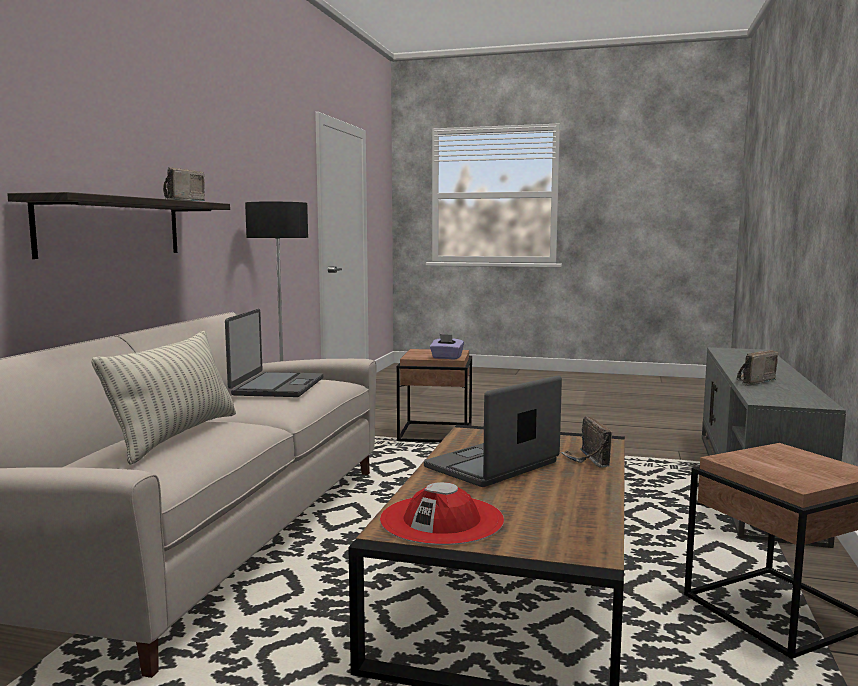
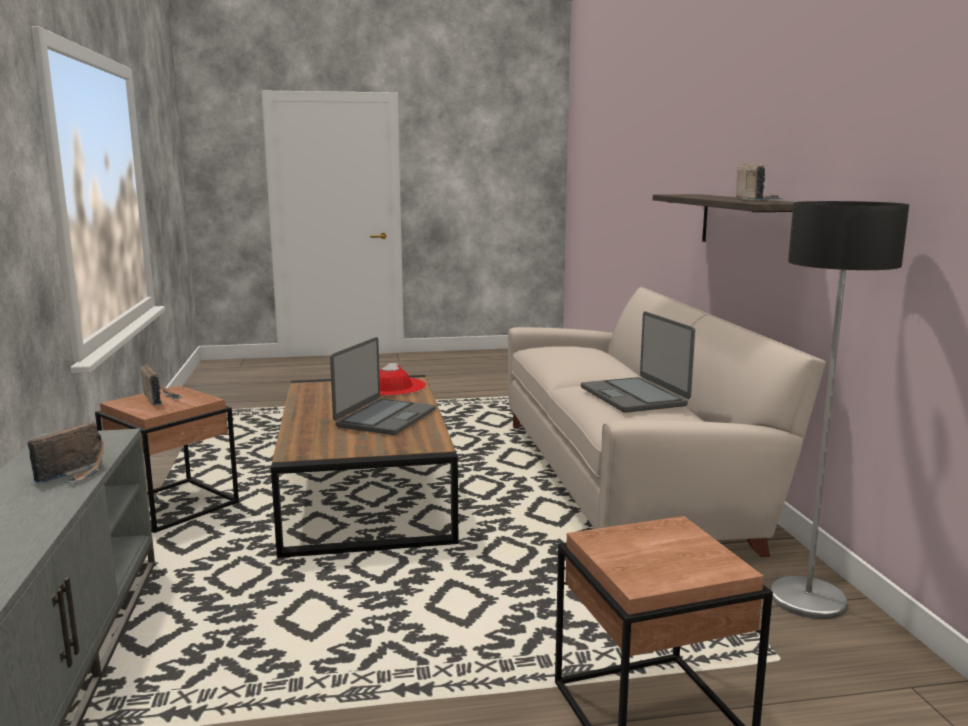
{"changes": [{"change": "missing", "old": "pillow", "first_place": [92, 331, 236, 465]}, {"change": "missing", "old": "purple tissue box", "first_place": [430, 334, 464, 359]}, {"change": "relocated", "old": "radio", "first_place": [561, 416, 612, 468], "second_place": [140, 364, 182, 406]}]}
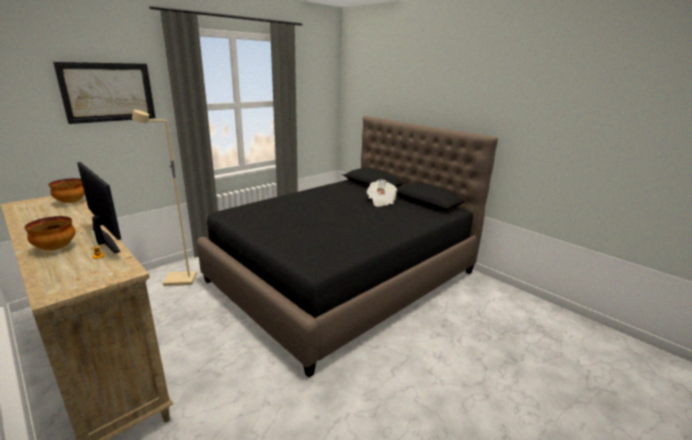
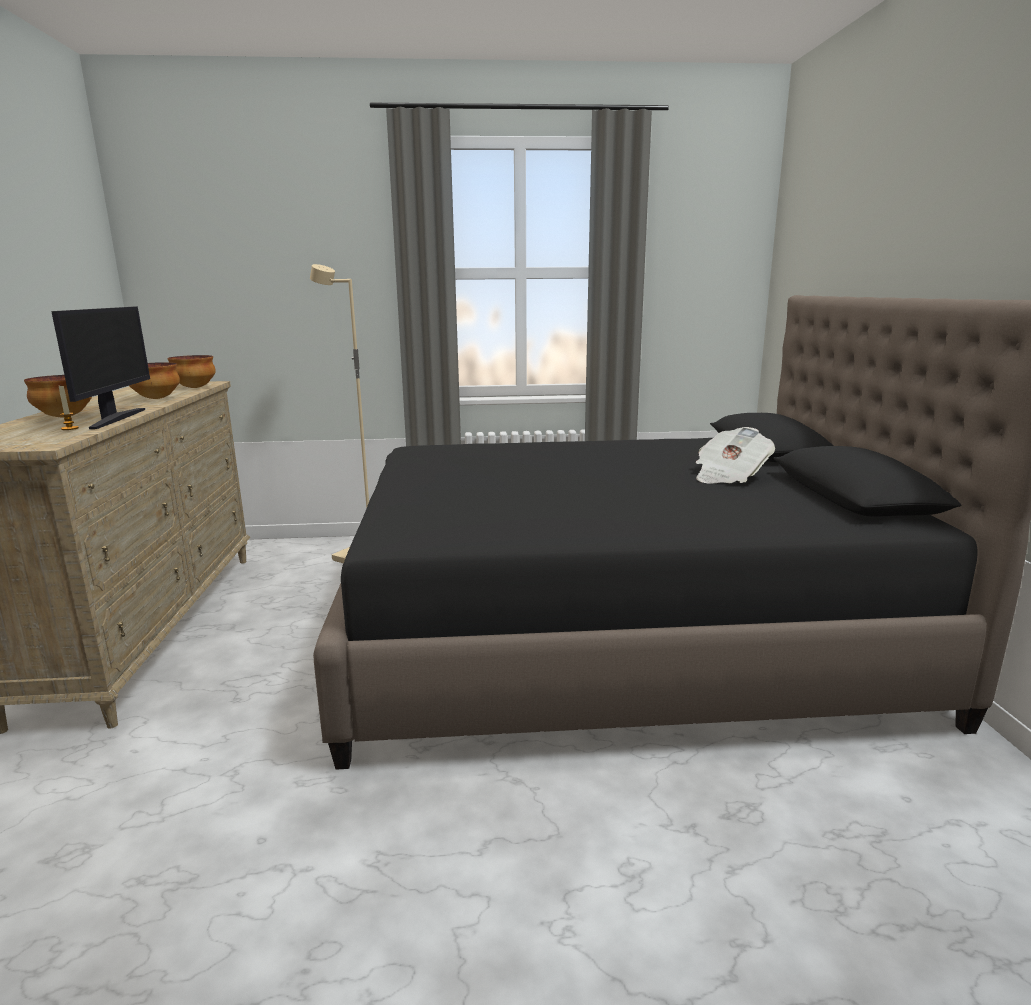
{"changes": [{"change": "missing", "old": "picture", "first_place": [53, 62, 155, 124]}, {"change": "appeared", "new": "bowl", "second_place": [129, 362, 180, 399]}]}
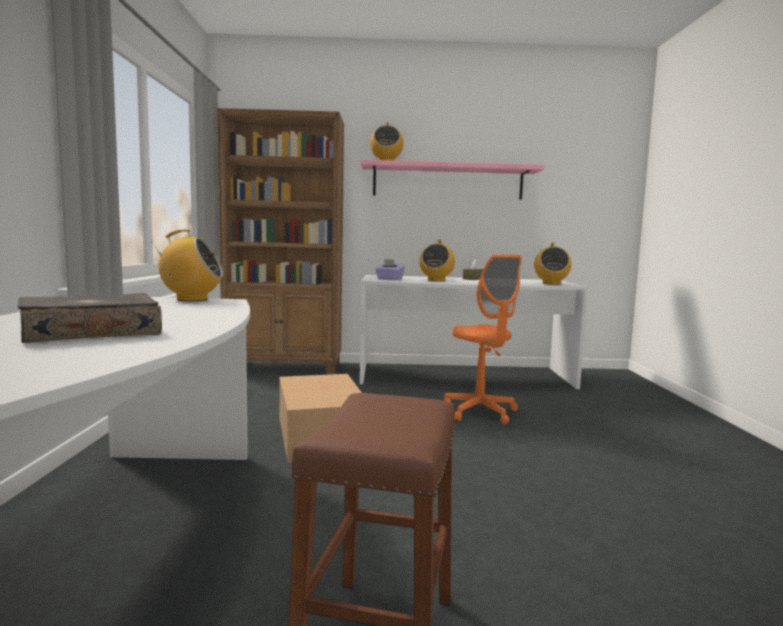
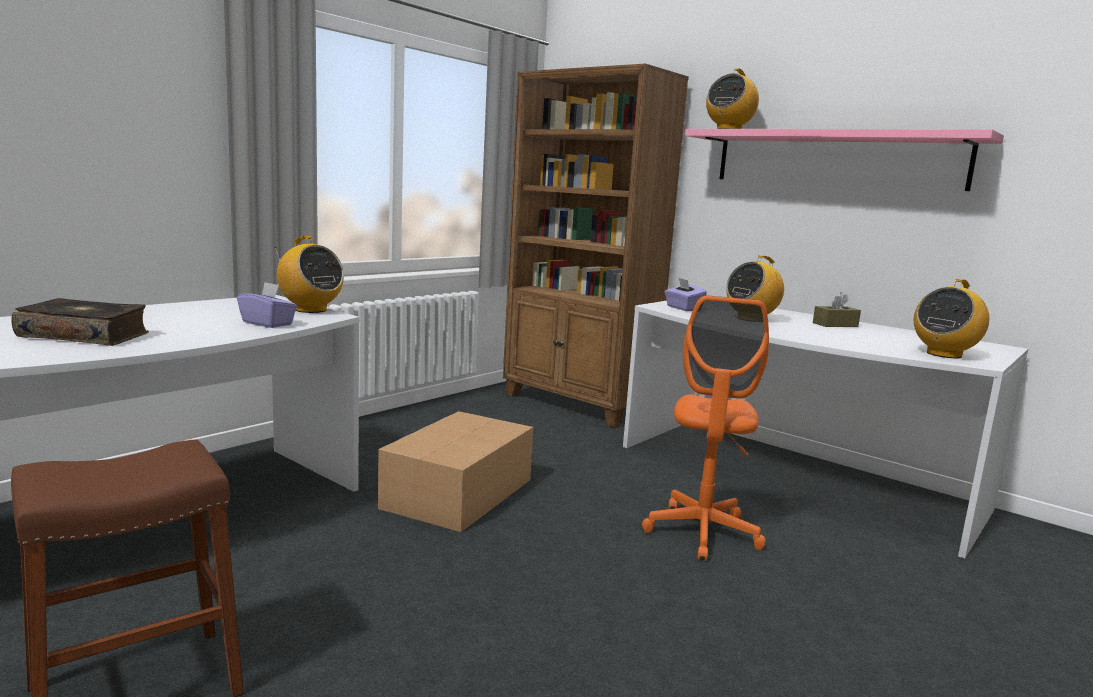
{"changes": [{"change": "appeared", "new": "purple tissue box", "second_place": [237, 282, 297, 328]}]}
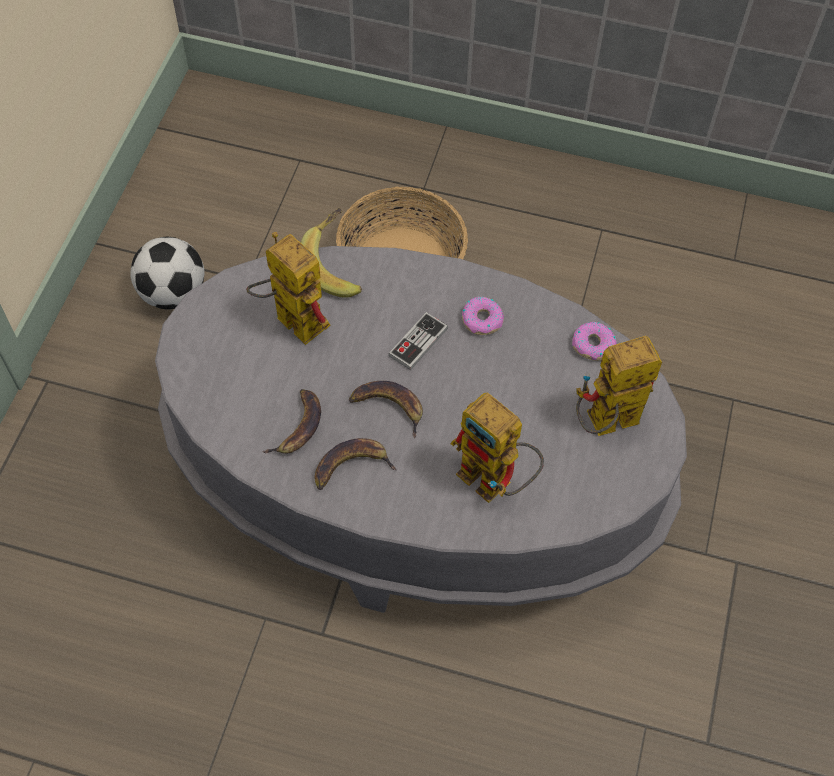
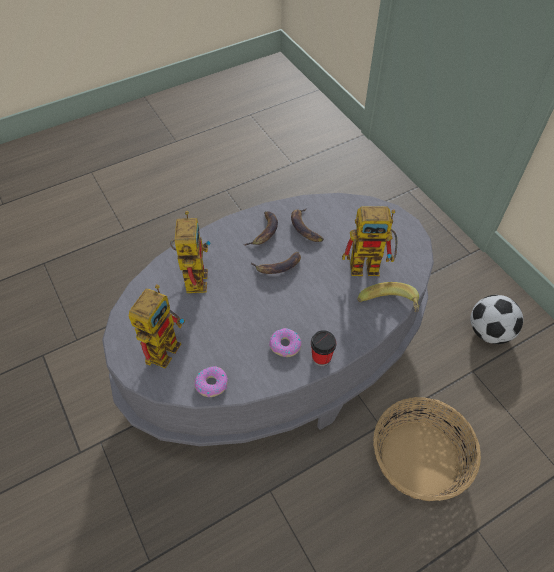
{"changes": [{"change": "missing", "old": "game controller", "first_place": [388, 312, 448, 370]}, {"change": "spun", "old": "toy robot", "first_place": [450, 392, 544, 503], "second_place": [170, 211, 210, 293], "degrees": 90}, {"change": "appeared", "new": "cup", "second_place": [311, 330, 336, 366]}]}
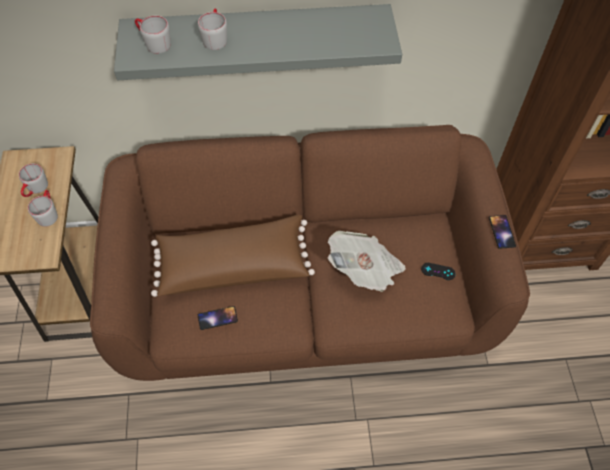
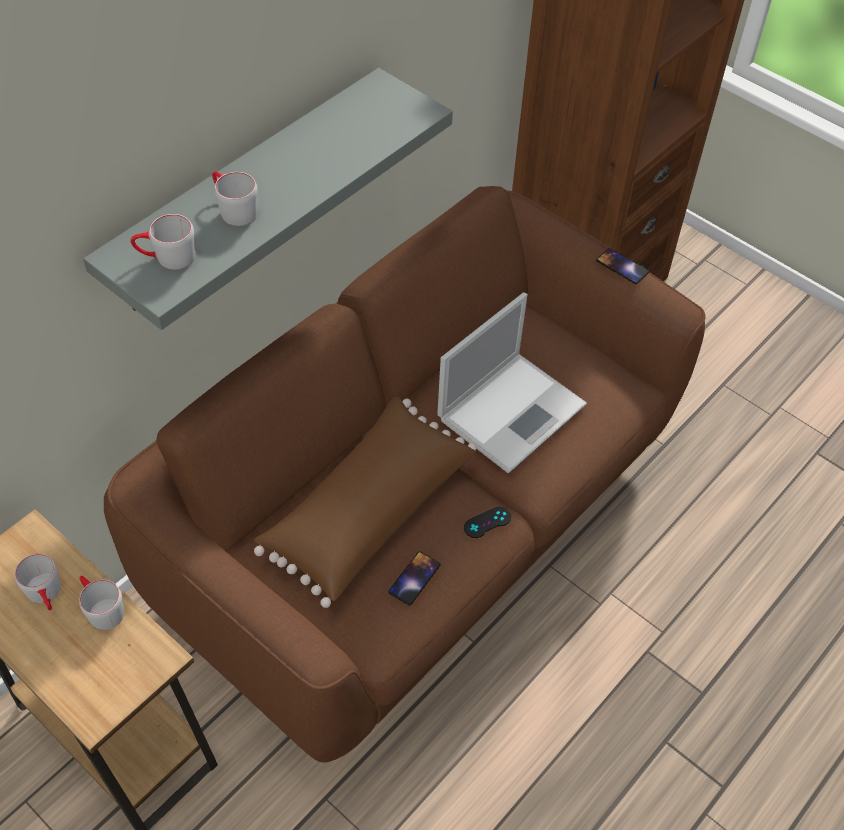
{"changes": [{"change": "exchanged", "old": "newspaper", "new": "laptop", "first_place": [328, 231, 406, 292], "second_place": [437, 292, 587, 473]}, {"change": "relocated", "old": "black game controller", "first_place": [421, 263, 456, 280], "second_place": [464, 507, 511, 538]}]}
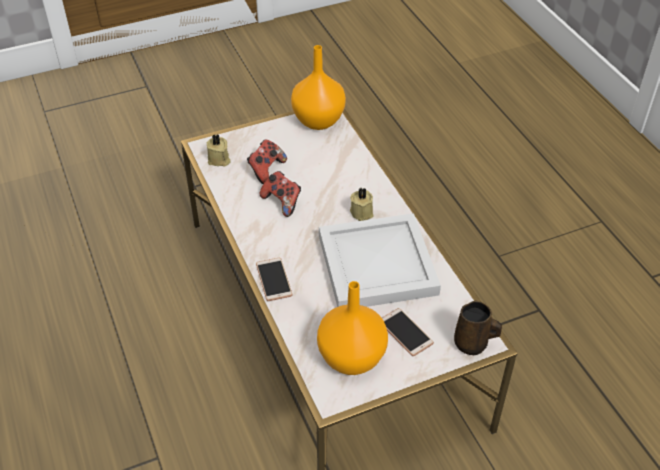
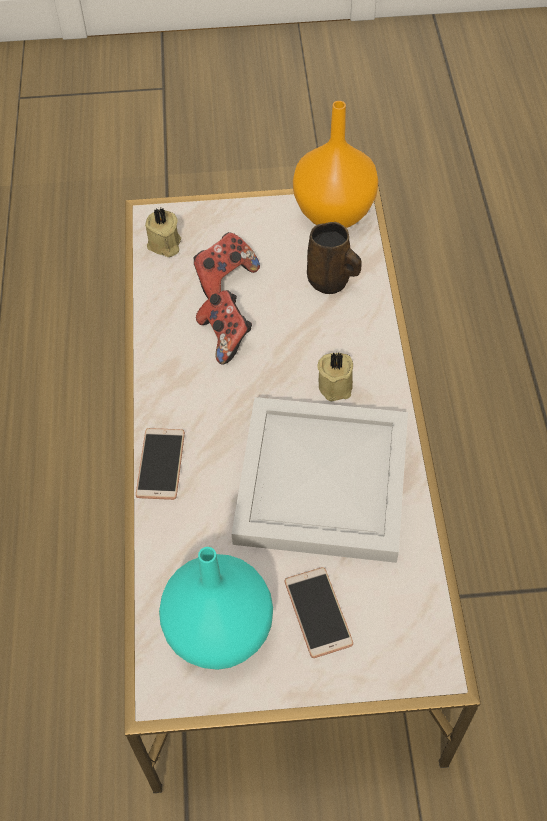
{"changes": [{"change": "colour", "old": "orange vase", "new": "turquoise vase", "first_place": [317, 281, 388, 375], "second_place": [159, 547, 273, 670]}, {"change": "relocated", "old": "brown mug", "first_place": [454, 301, 502, 355], "second_place": [307, 222, 362, 294]}]}
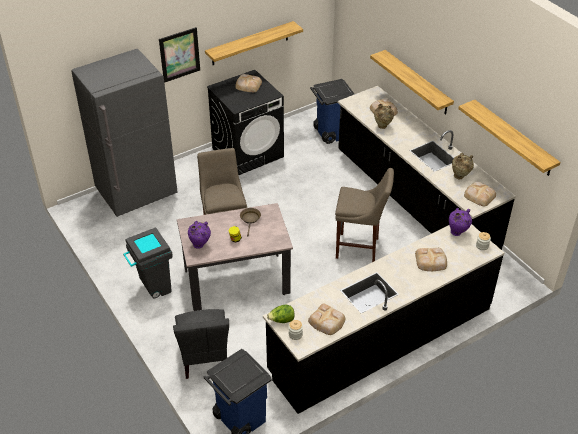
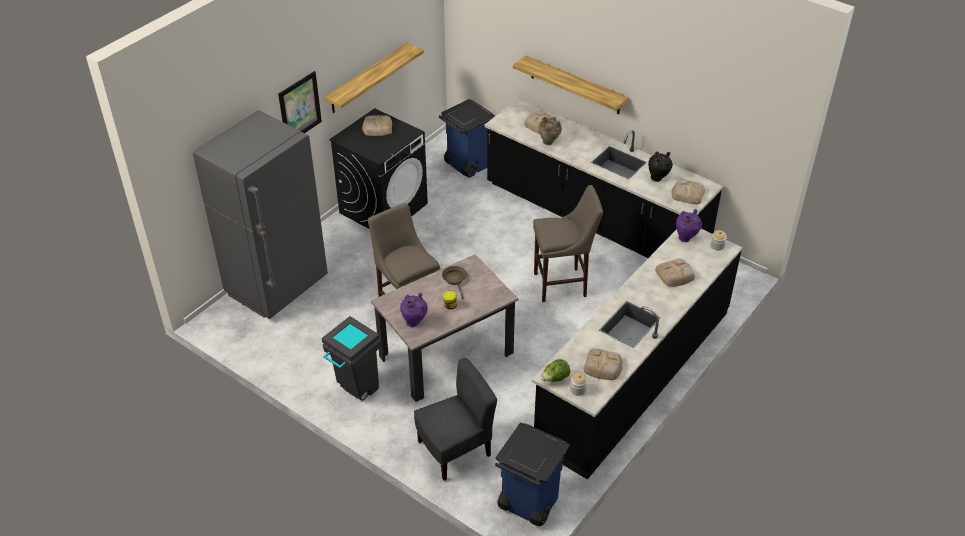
{"changes": [{"change": "spun", "old": "grey chair", "first_place": [173, 309, 229, 379], "second_place": [414, 358, 497, 480], "degrees": -90}, {"change": "colour", "old": "beige vase", "new": "black vase", "first_place": [452, 153, 474, 179], "second_place": [648, 152, 673, 182]}, {"change": "missing", "old": "shelf", "first_place": [459, 100, 560, 176]}]}
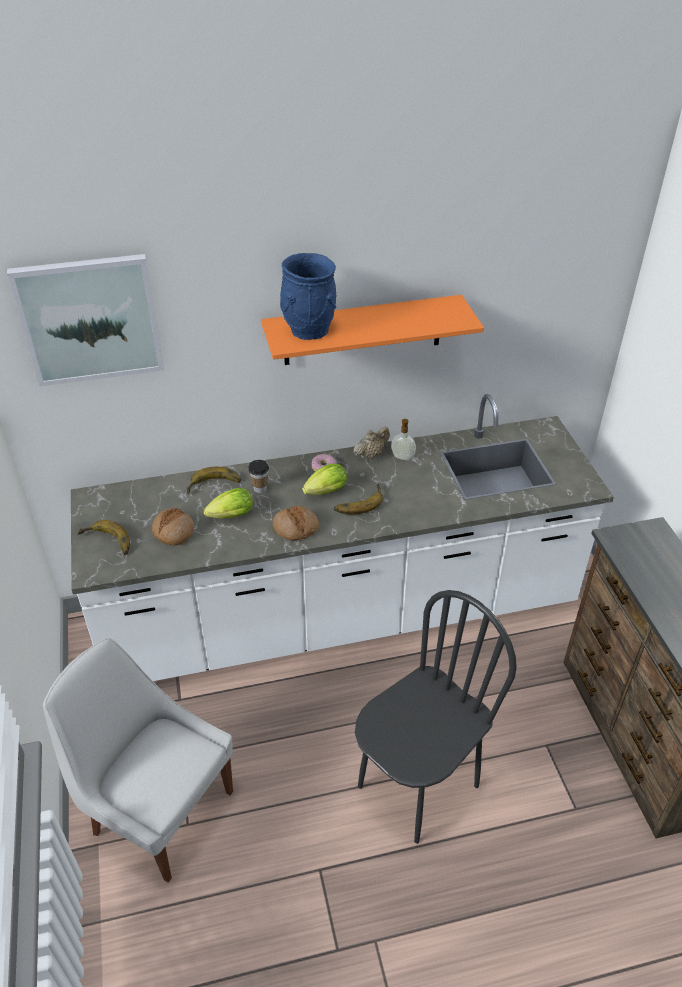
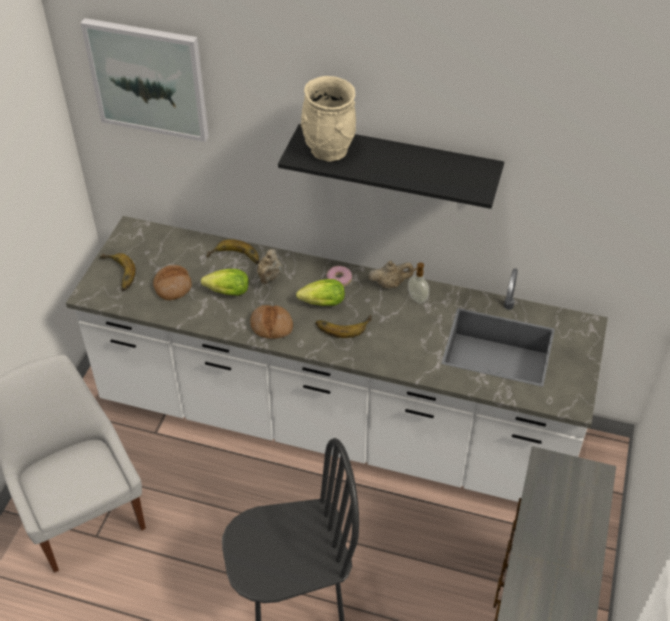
{"changes": [{"change": "exchanged", "old": "cup", "new": "beige teapot", "first_place": [248, 460, 269, 493], "second_place": [257, 249, 282, 284]}, {"change": "colour", "old": "orange shelf", "new": "black shelf", "first_place": [261, 295, 484, 365], "second_place": [278, 124, 504, 209]}, {"change": "colour", "old": "blue vase", "new": "beige vase", "first_place": [280, 253, 337, 340], "second_place": [301, 76, 356, 162]}]}
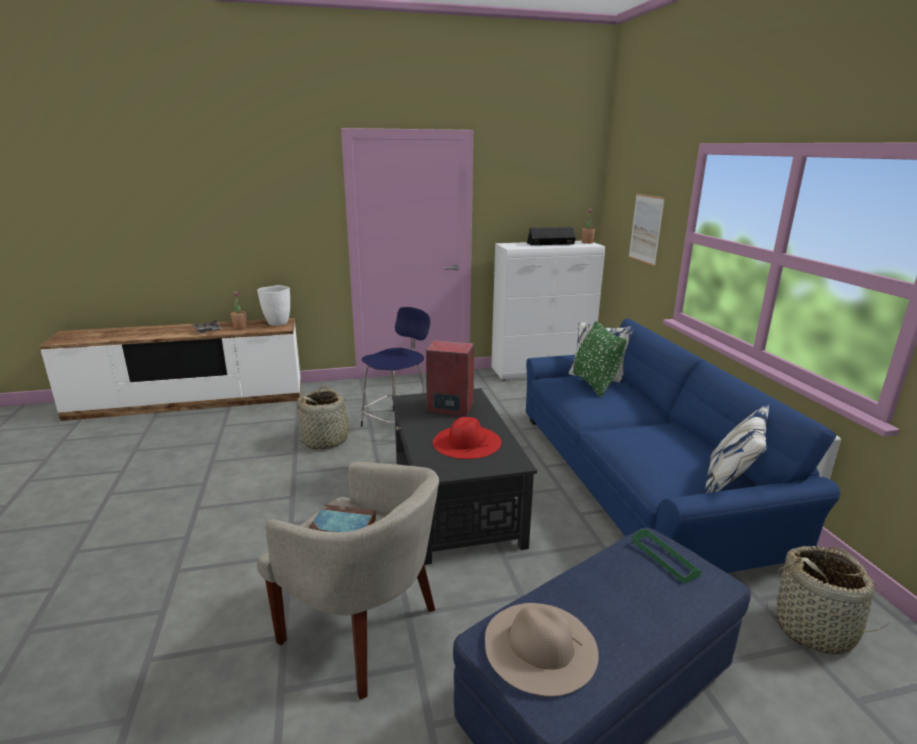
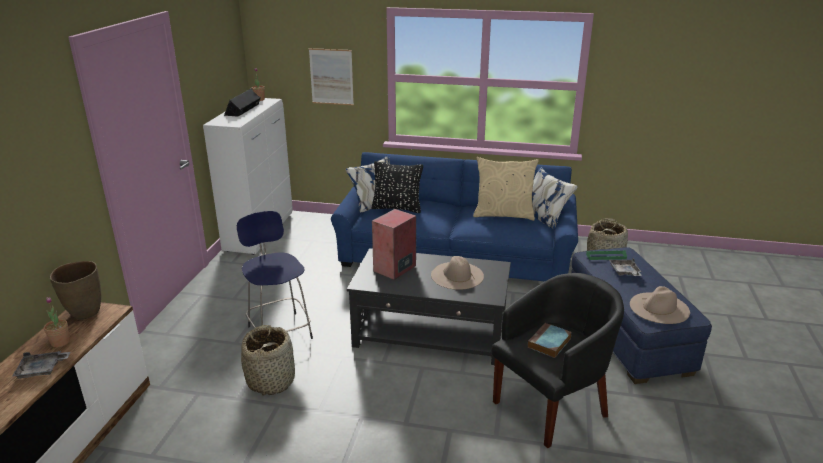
{"changes": [{"change": "colour", "old": "white vase", "new": "brown vase", "first_place": [257, 285, 290, 326], "second_place": [50, 261, 101, 320]}, {"change": "colour", "old": "beige armchair", "new": "black armchair", "first_place": [257, 462, 439, 700], "second_place": [492, 273, 624, 448]}, {"change": "colour", "old": "red hat", "new": "beige hat", "first_place": [433, 417, 501, 459], "second_place": [431, 256, 484, 290]}, {"change": "colour", "old": "green pillow", "new": "black pillow", "first_place": [573, 321, 627, 397], "second_place": [371, 161, 423, 213]}, {"change": "appeared", "new": "beige pillow", "second_place": [473, 157, 539, 221]}, {"change": "appeared", "new": "grey tray", "second_place": [609, 258, 642, 276]}]}
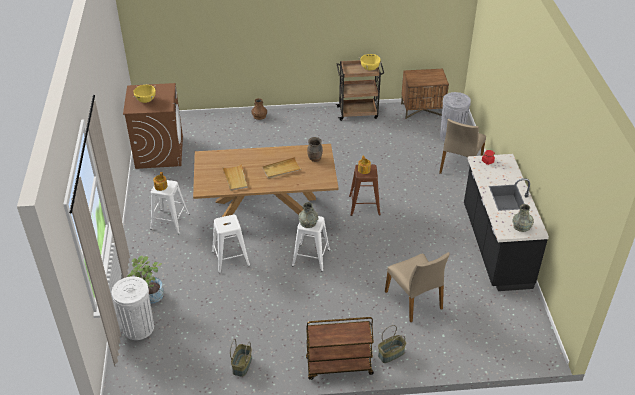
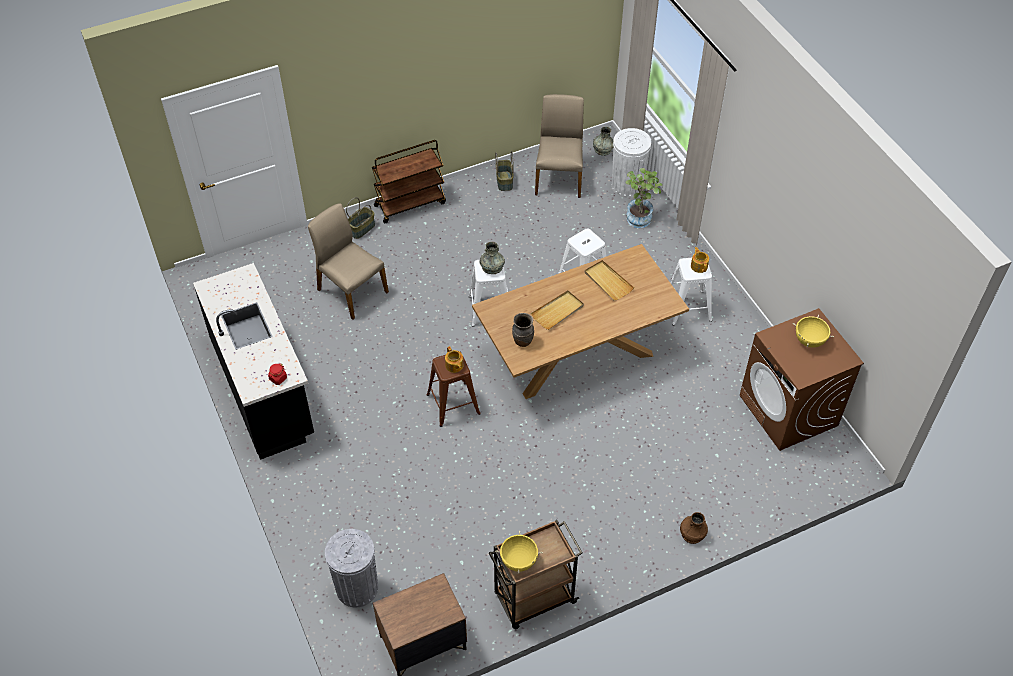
{"changes": [{"change": "relocated", "old": "beige chair", "first_place": [439, 119, 486, 174], "second_place": [535, 94, 584, 198]}, {"change": "relocated", "old": "grey vase", "first_place": [512, 204, 534, 232], "second_place": [593, 126, 614, 156]}]}
